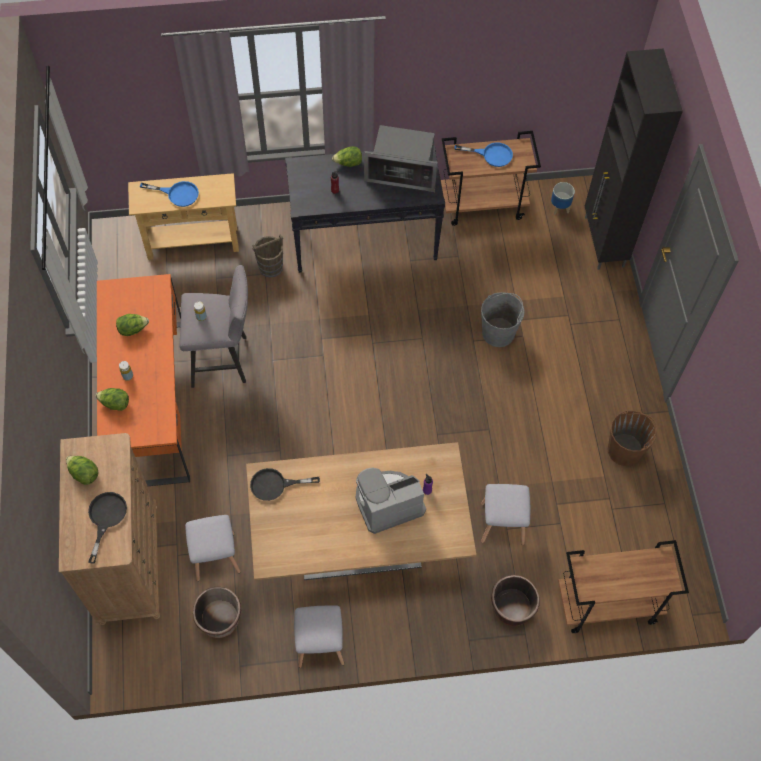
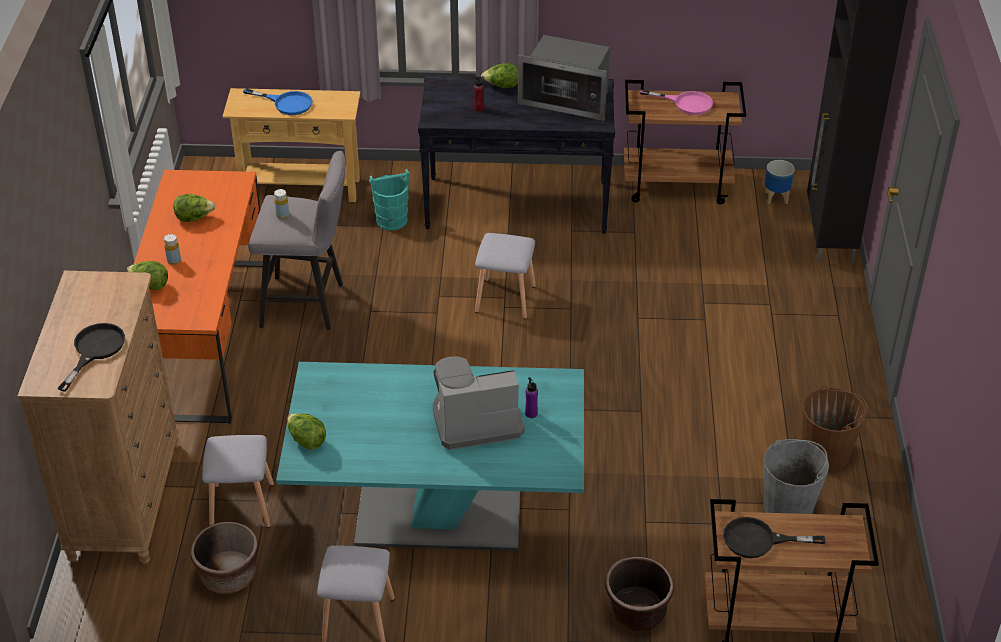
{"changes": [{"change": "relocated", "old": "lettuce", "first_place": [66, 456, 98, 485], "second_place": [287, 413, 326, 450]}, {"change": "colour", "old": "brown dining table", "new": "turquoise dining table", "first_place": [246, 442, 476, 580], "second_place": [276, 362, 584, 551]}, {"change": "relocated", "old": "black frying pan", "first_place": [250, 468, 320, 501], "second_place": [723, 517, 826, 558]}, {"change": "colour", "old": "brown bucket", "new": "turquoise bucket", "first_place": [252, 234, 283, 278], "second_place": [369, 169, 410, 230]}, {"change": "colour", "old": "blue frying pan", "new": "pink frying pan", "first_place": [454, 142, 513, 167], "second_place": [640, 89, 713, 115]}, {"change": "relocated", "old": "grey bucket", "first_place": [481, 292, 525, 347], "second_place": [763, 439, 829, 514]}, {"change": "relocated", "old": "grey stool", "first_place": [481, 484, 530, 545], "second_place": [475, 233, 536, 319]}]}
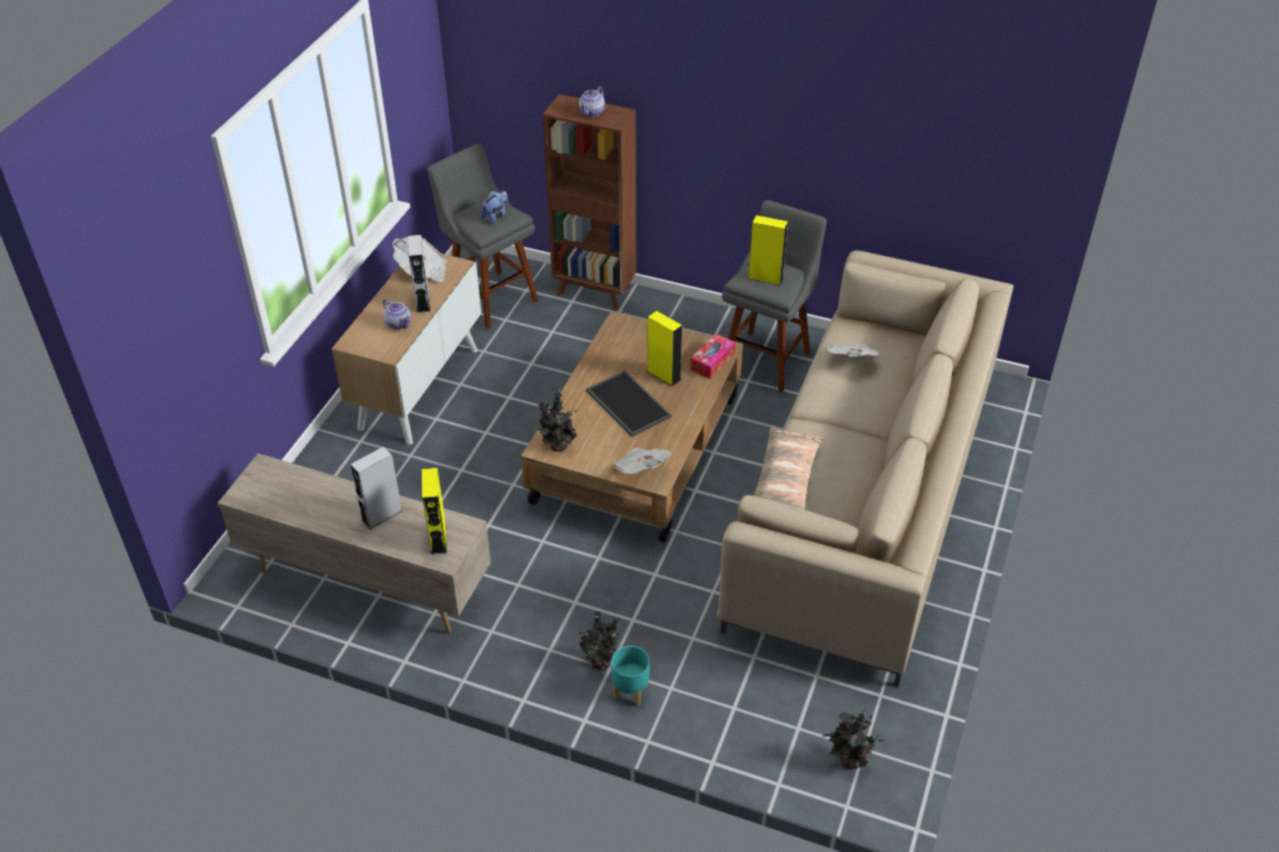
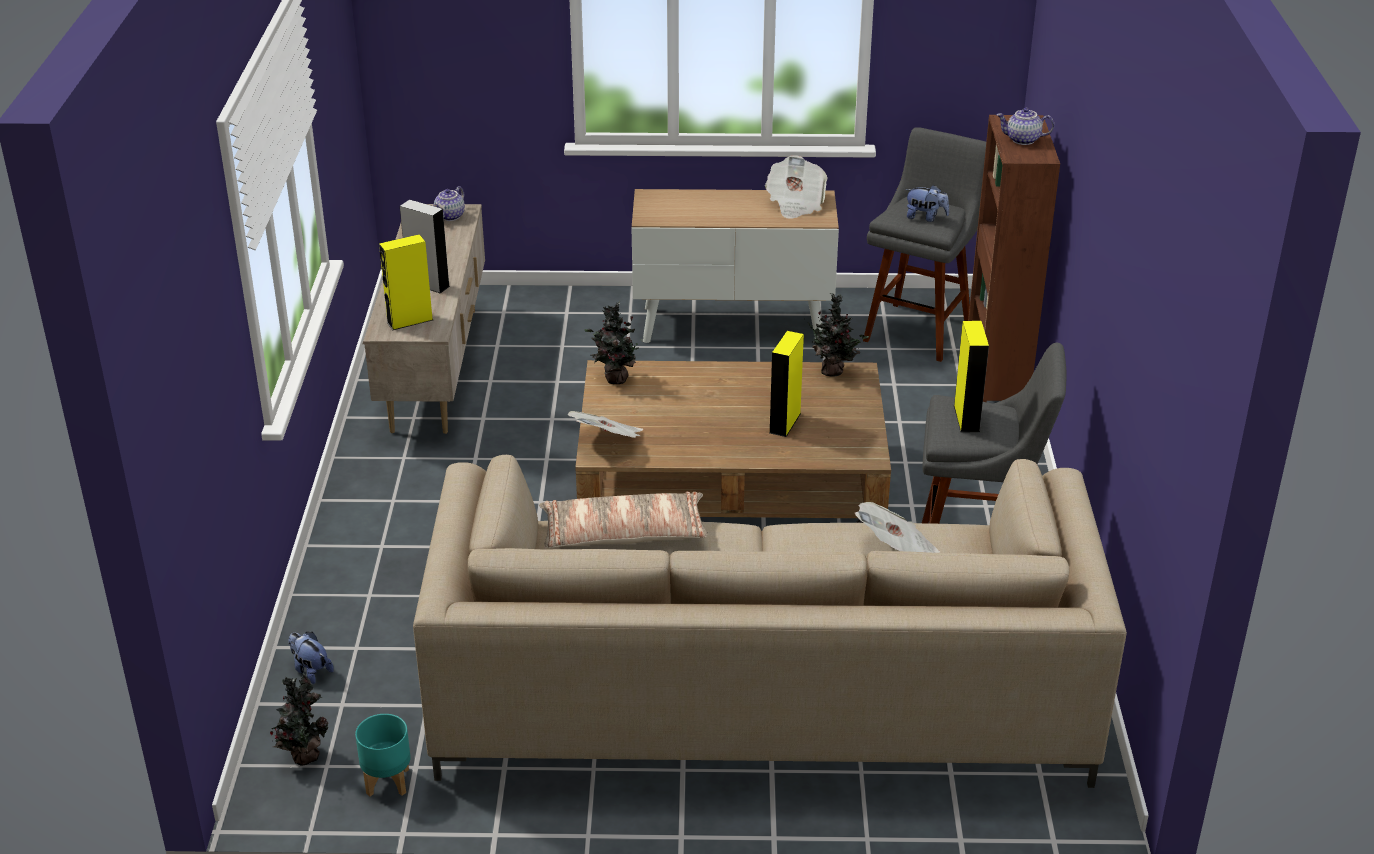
{"changes": [{"change": "relocated", "old": "teapot", "first_place": [383, 299, 411, 330], "second_place": [433, 186, 465, 221]}, {"change": "missing", "old": "grey speaker", "first_place": [408, 235, 430, 313]}, {"change": "relocated", "old": "potted plant", "first_place": [578, 611, 621, 671], "second_place": [808, 293, 869, 377]}, {"change": "missing", "old": "tray", "first_place": [586, 370, 671, 437]}, {"change": "relocated", "old": "turquoise planter", "first_place": [611, 646, 649, 706], "second_place": [355, 714, 411, 796]}, {"change": "missing", "old": "tissue box", "first_place": [690, 333, 736, 379]}, {"change": "appeared", "new": "plush toy", "second_place": [288, 632, 334, 684]}]}
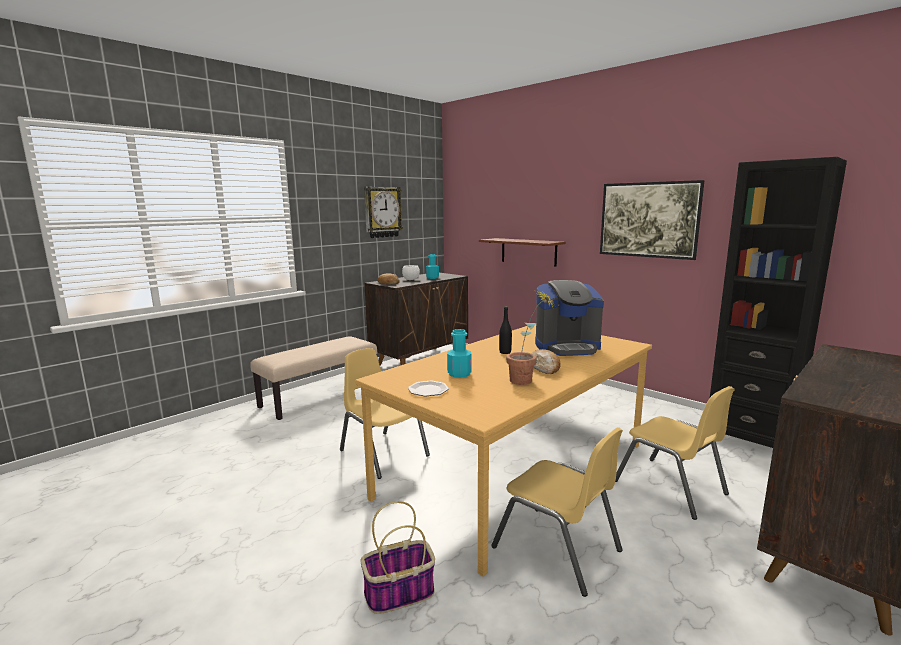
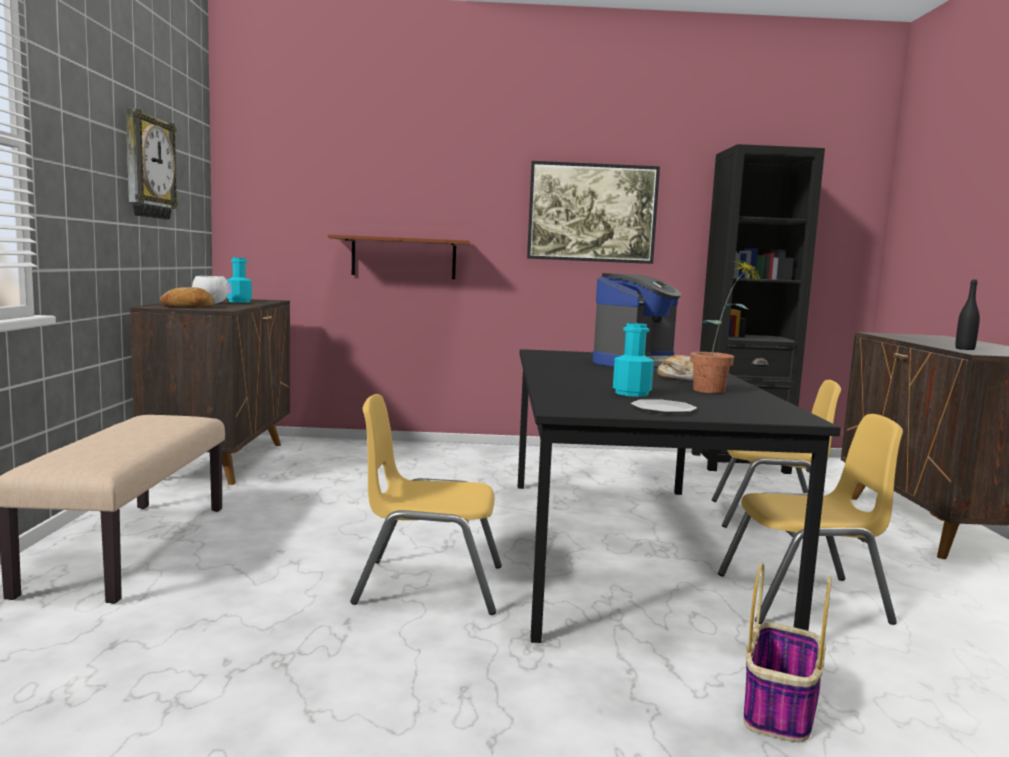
{"changes": [{"change": "colour", "old": "orange dining table", "new": "black dining table", "first_place": [355, 324, 652, 577], "second_place": [518, 349, 841, 643]}, {"change": "relocated", "old": "black bottle", "first_place": [499, 306, 512, 354], "second_place": [955, 279, 980, 350]}]}
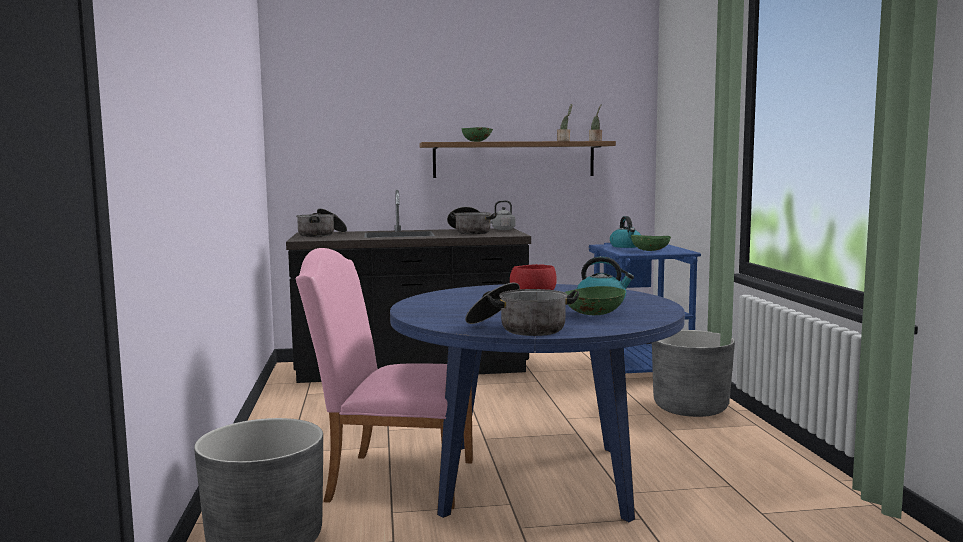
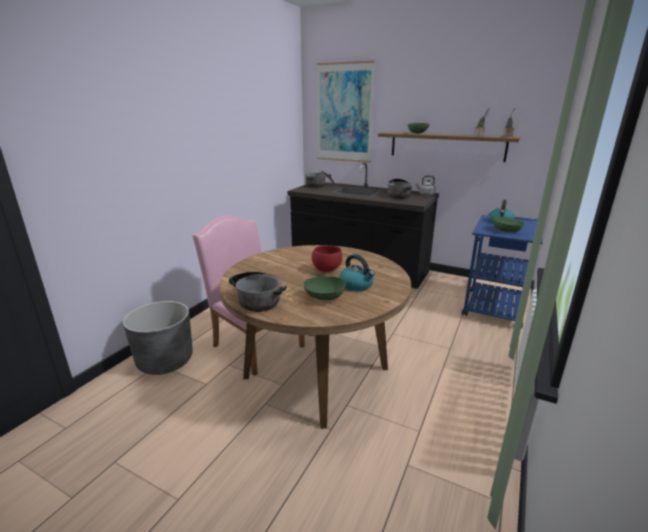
{"changes": [{"change": "colour", "old": "blue dining table", "new": "brown dining table", "first_place": [390, 284, 685, 522], "second_place": [219, 245, 411, 429]}, {"change": "missing", "old": "grey planter", "first_place": [652, 330, 735, 417]}, {"change": "appeared", "new": "picture", "second_place": [317, 61, 375, 163]}]}
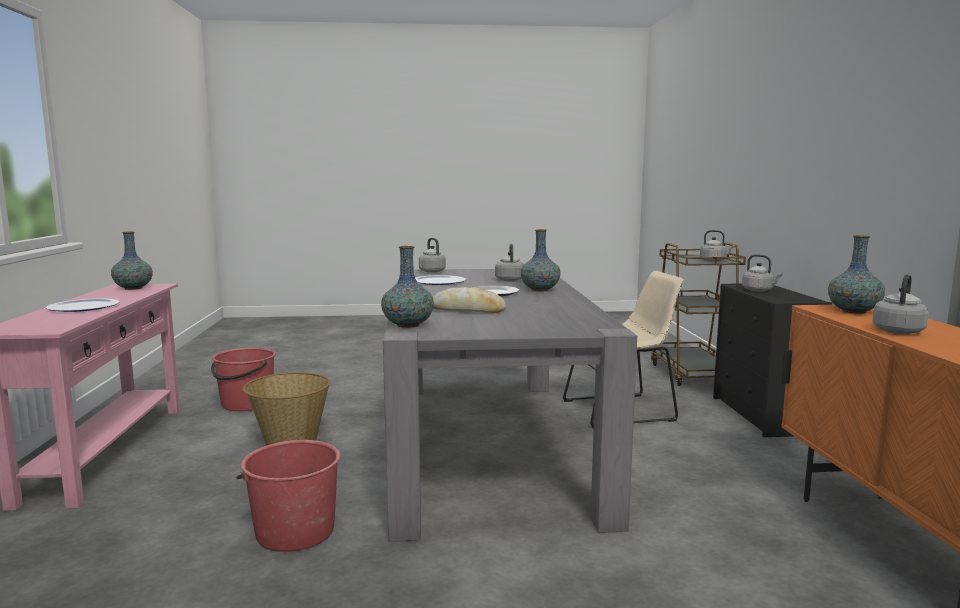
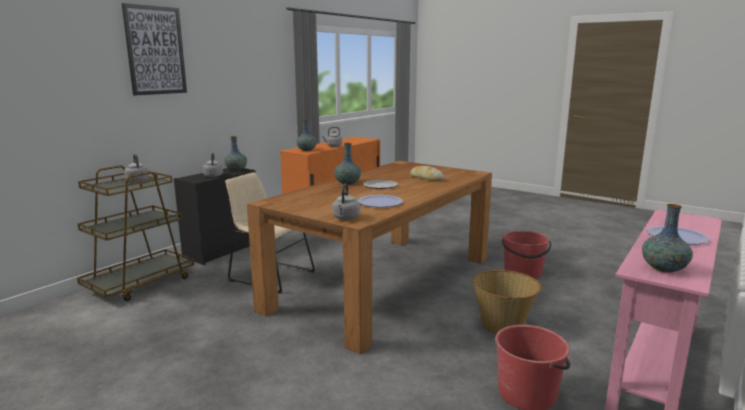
{"changes": [{"change": "relocated", "old": "vase", "first_place": [381, 246, 434, 328], "second_place": [224, 136, 247, 171]}, {"change": "colour", "old": "grey dining table", "new": "brown dining table", "first_place": [383, 269, 637, 542], "second_place": [247, 161, 492, 354]}, {"change": "missing", "old": "grey kettle", "first_place": [495, 244, 524, 281]}, {"change": "appeared", "new": "picture", "second_place": [122, 3, 187, 96]}]}
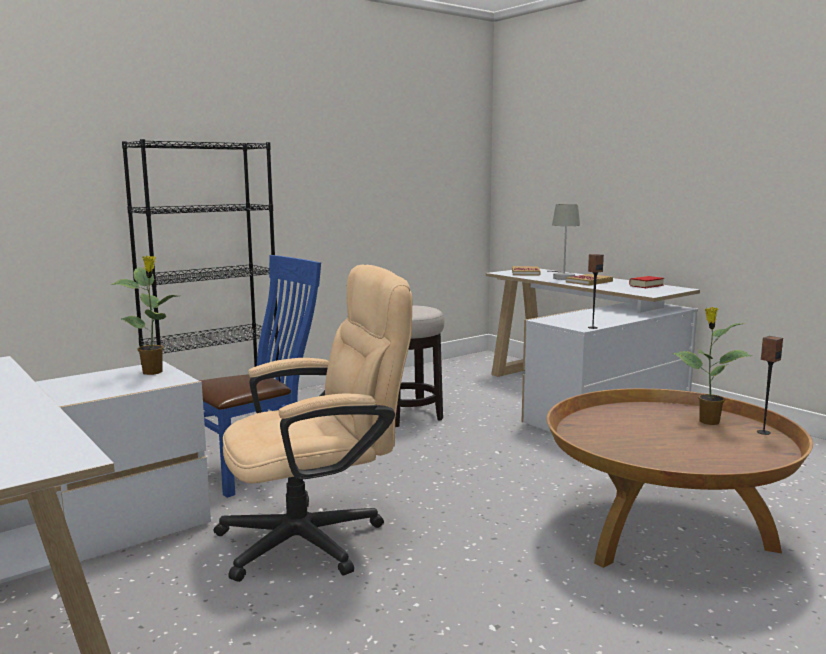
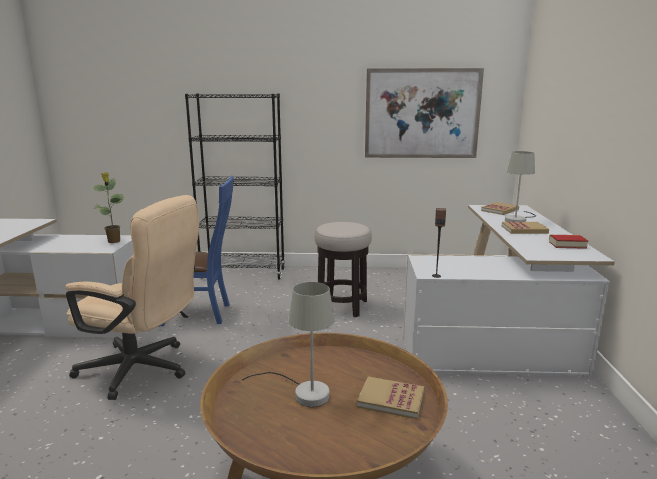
{"changes": [{"change": "exchanged", "old": "potted plant", "new": "book", "first_place": [673, 307, 752, 425], "second_place": [357, 376, 424, 419]}, {"change": "missing", "old": "speaker", "first_place": [757, 336, 783, 435]}, {"change": "appeared", "new": "grey table lamp", "second_place": [242, 282, 335, 407]}, {"change": "appeared", "new": "picture", "second_place": [365, 68, 484, 158]}]}
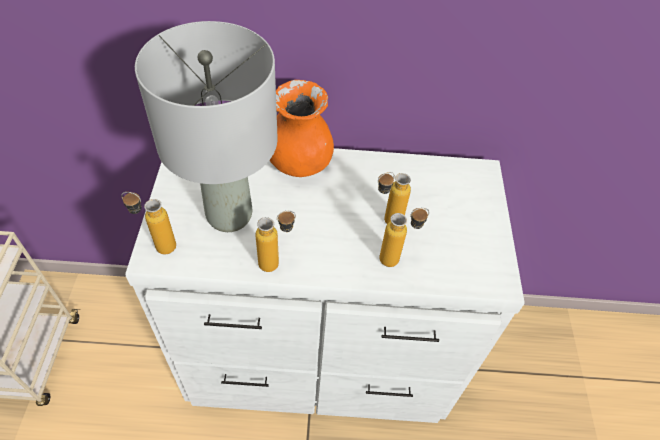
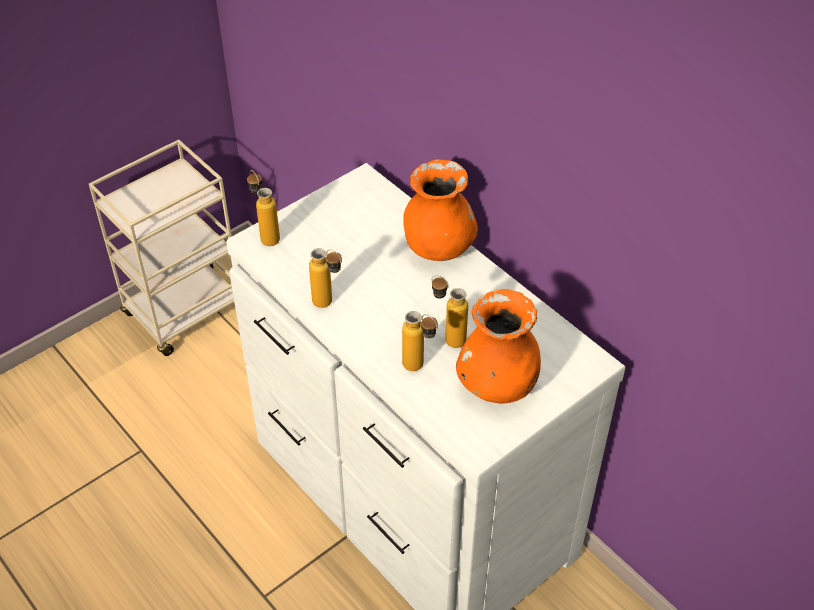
{"changes": [{"change": "missing", "old": "grey table lamp", "first_place": [135, 21, 278, 232]}, {"change": "appeared", "new": "orange vase", "second_place": [456, 289, 541, 404]}]}
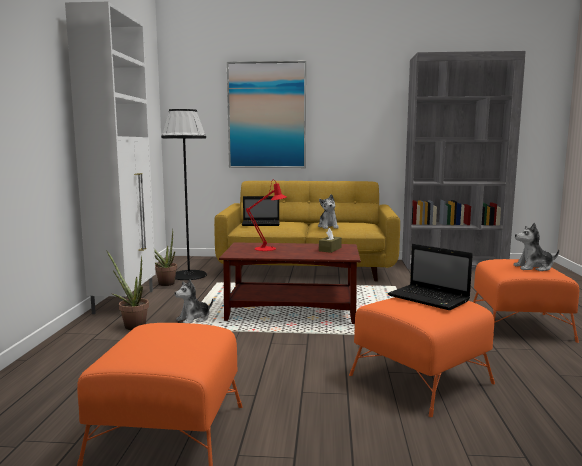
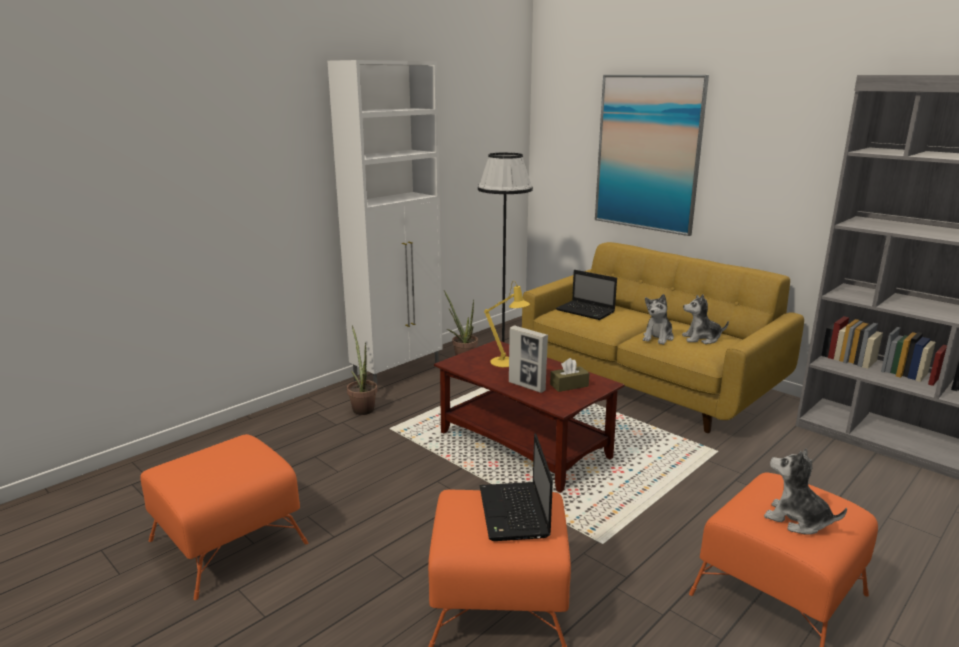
{"changes": [{"change": "relocated", "old": "plush toy", "first_place": [175, 279, 213, 323], "second_place": [682, 294, 729, 344]}, {"change": "colour", "old": "red table lamp", "new": "yellow table lamp", "first_place": [246, 181, 287, 251], "second_place": [484, 281, 530, 367]}, {"change": "appeared", "new": "picture frame", "second_place": [509, 325, 548, 393]}]}
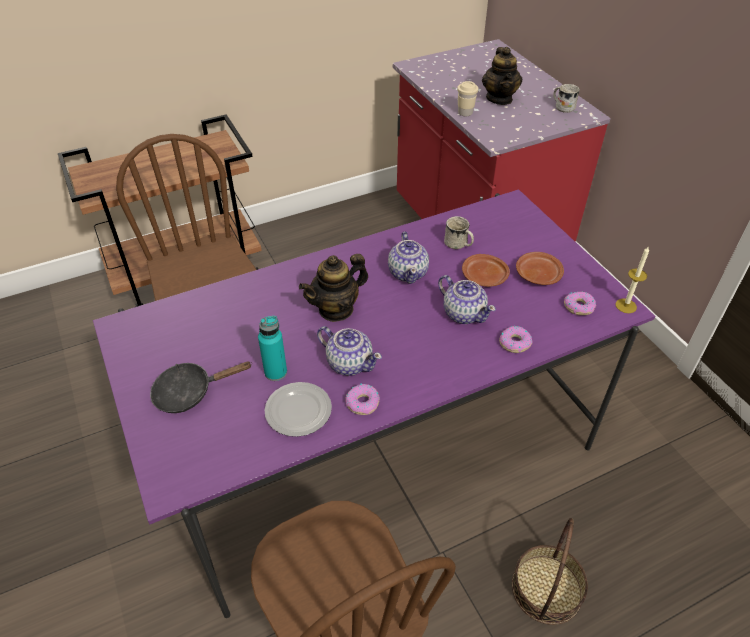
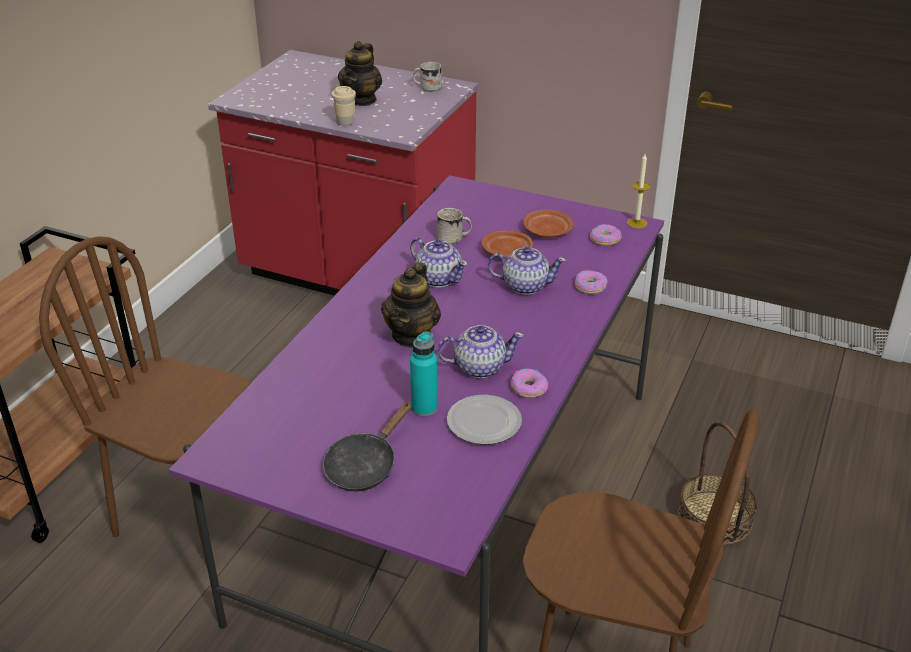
{"changes": [{"change": "spun", "old": "teapot", "first_place": [482, 47, 522, 105], "second_place": [338, 41, 382, 106], "degrees": 60}]}
